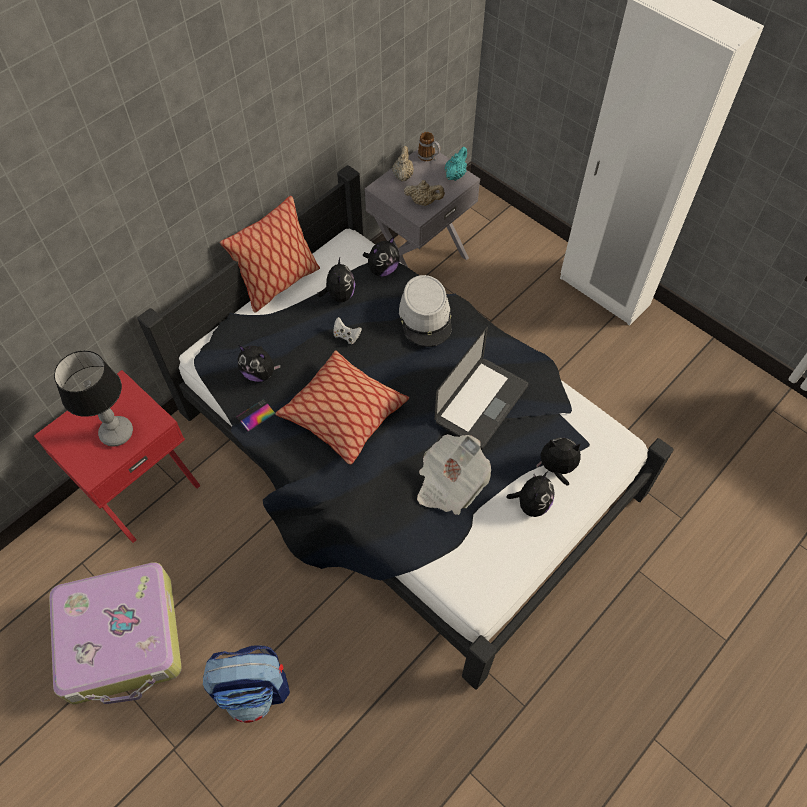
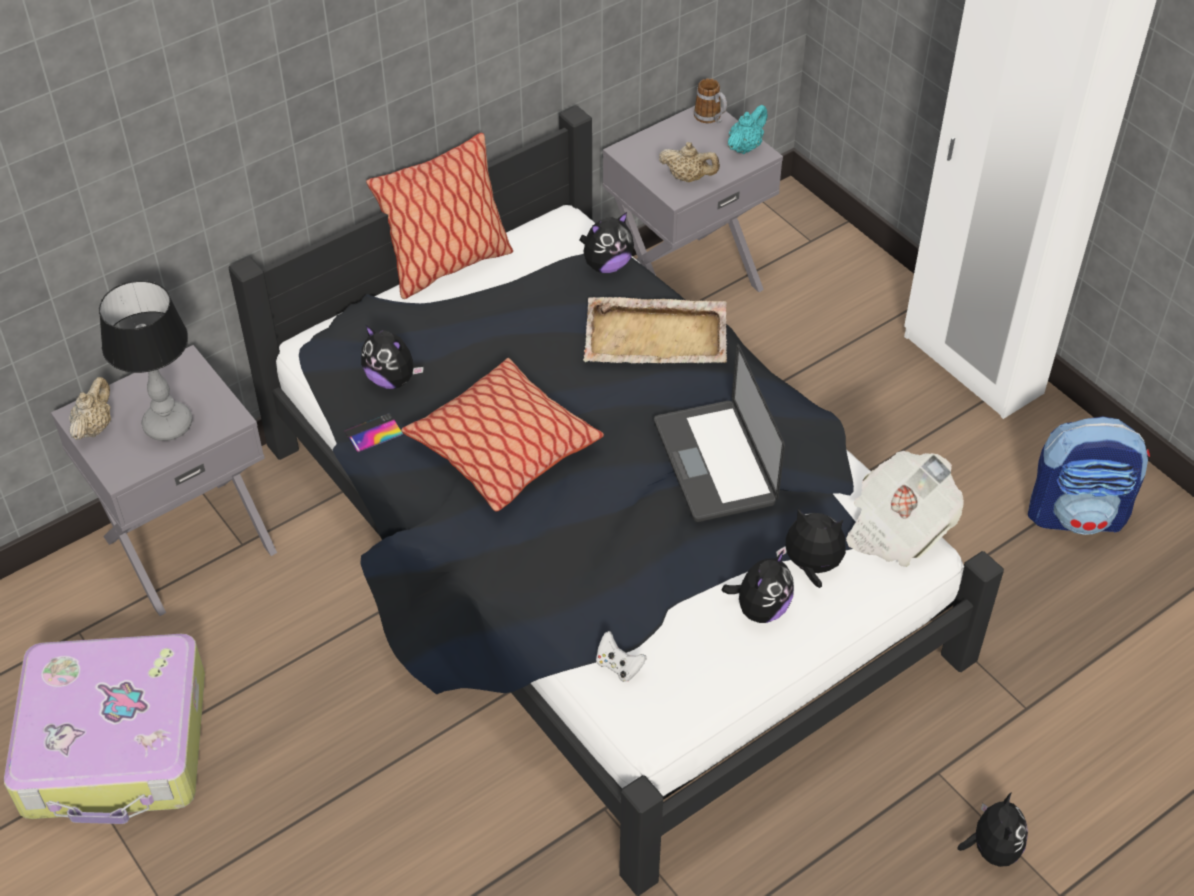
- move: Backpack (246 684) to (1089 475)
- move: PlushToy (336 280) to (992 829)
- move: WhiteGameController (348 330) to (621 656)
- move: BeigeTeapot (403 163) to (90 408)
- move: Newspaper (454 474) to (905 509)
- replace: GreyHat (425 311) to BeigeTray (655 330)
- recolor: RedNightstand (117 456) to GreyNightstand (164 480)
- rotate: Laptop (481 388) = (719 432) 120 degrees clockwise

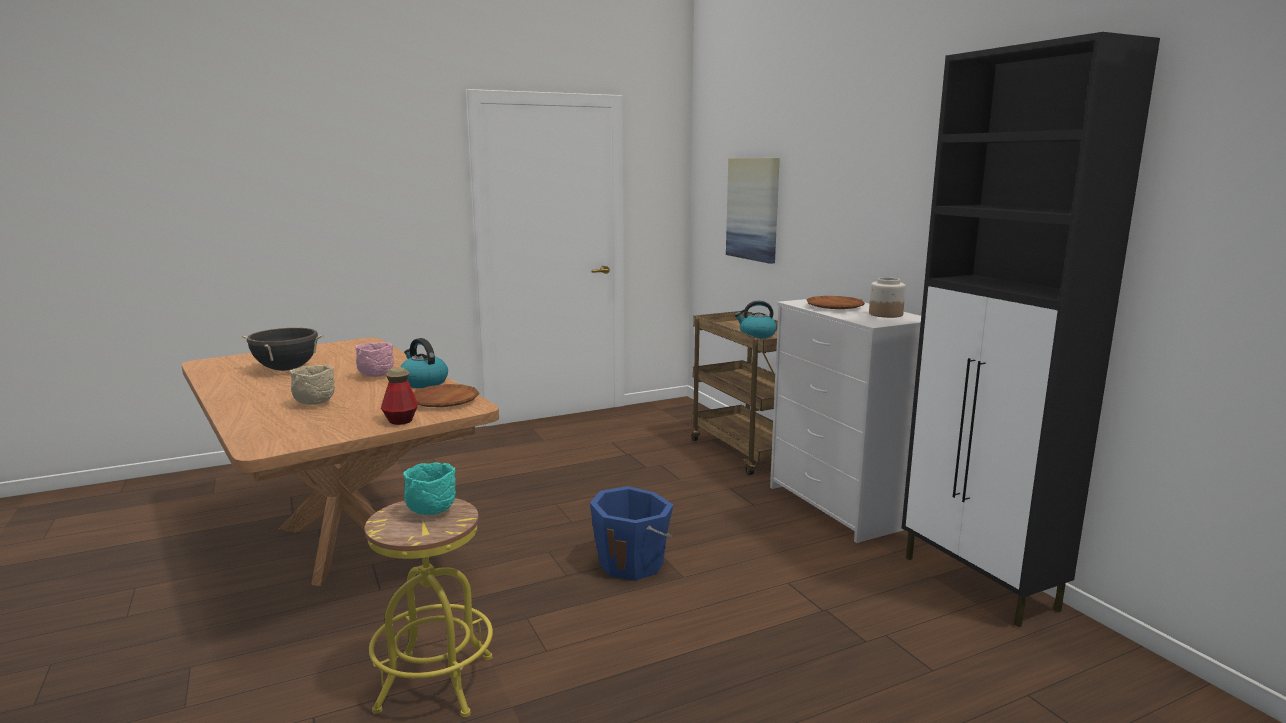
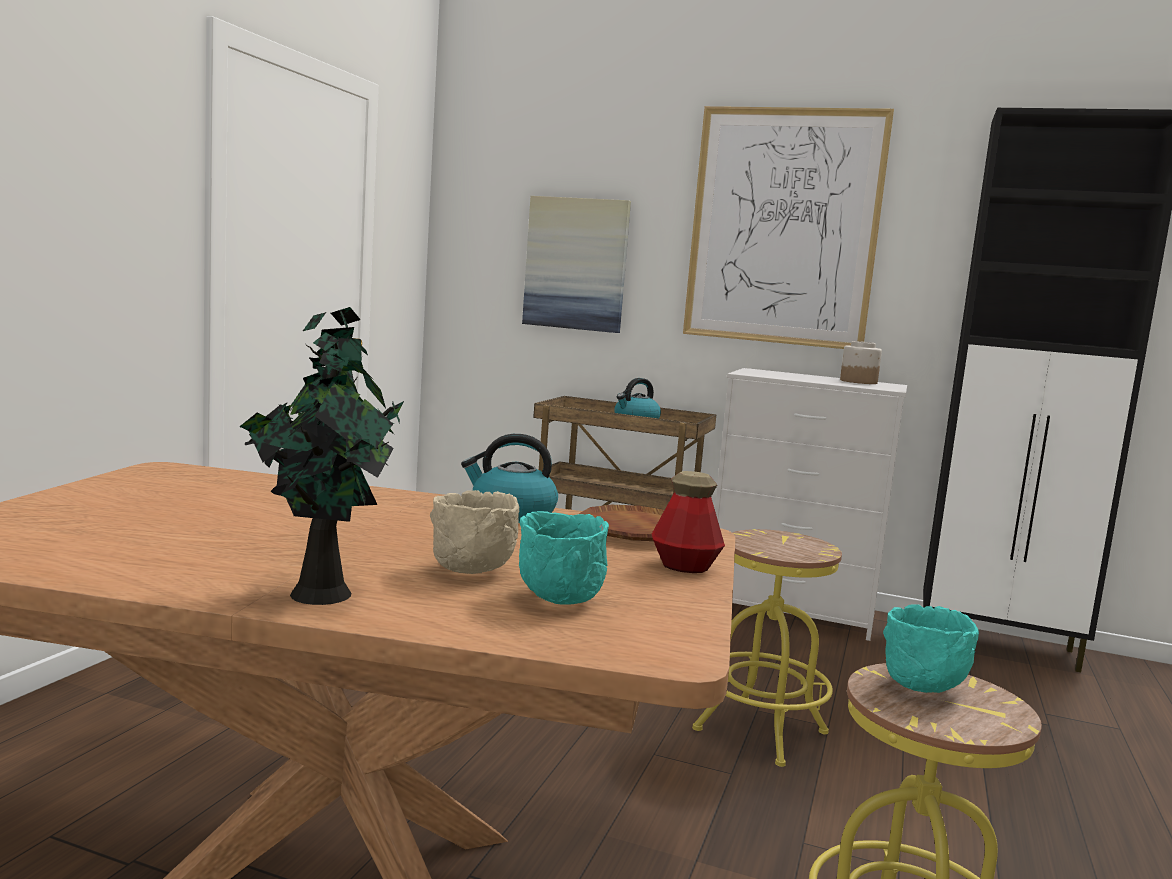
- delete: BlackCookingPot (283 349)
- delete: PinkBowl (374 359)
- delete: BrownPlate (836 302)
- insert: PottedPlant (321 456)
- insert: TurquoiseBowl (564 558)
- insert: Picture (788 227)
- replace: BlueBucket (631 533) to YellowStool (767 648)

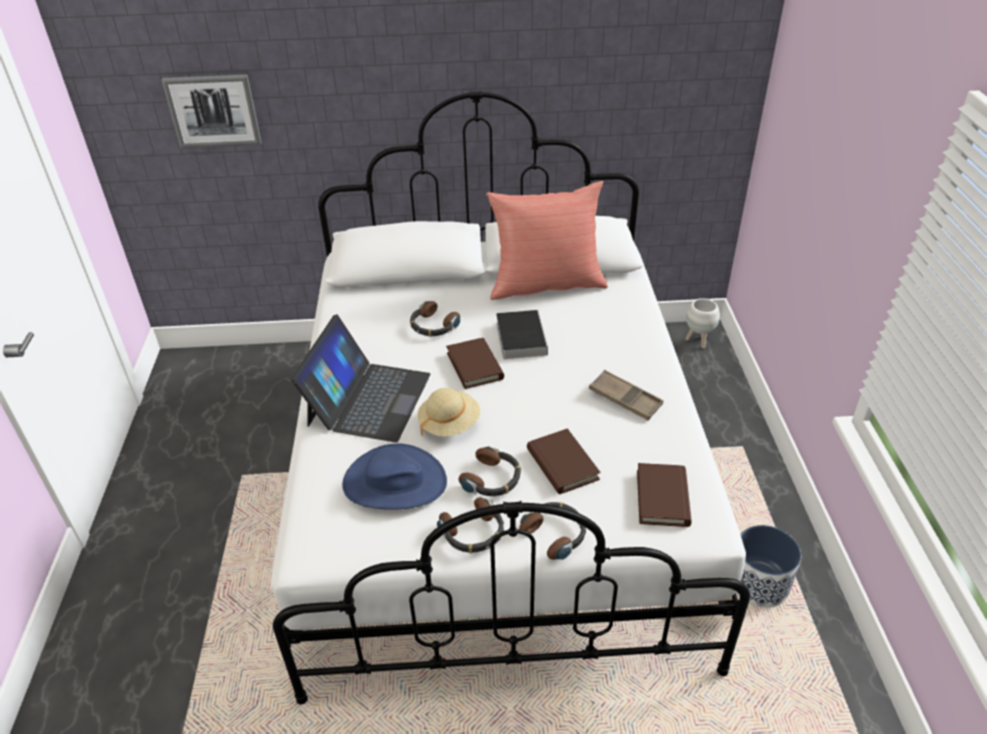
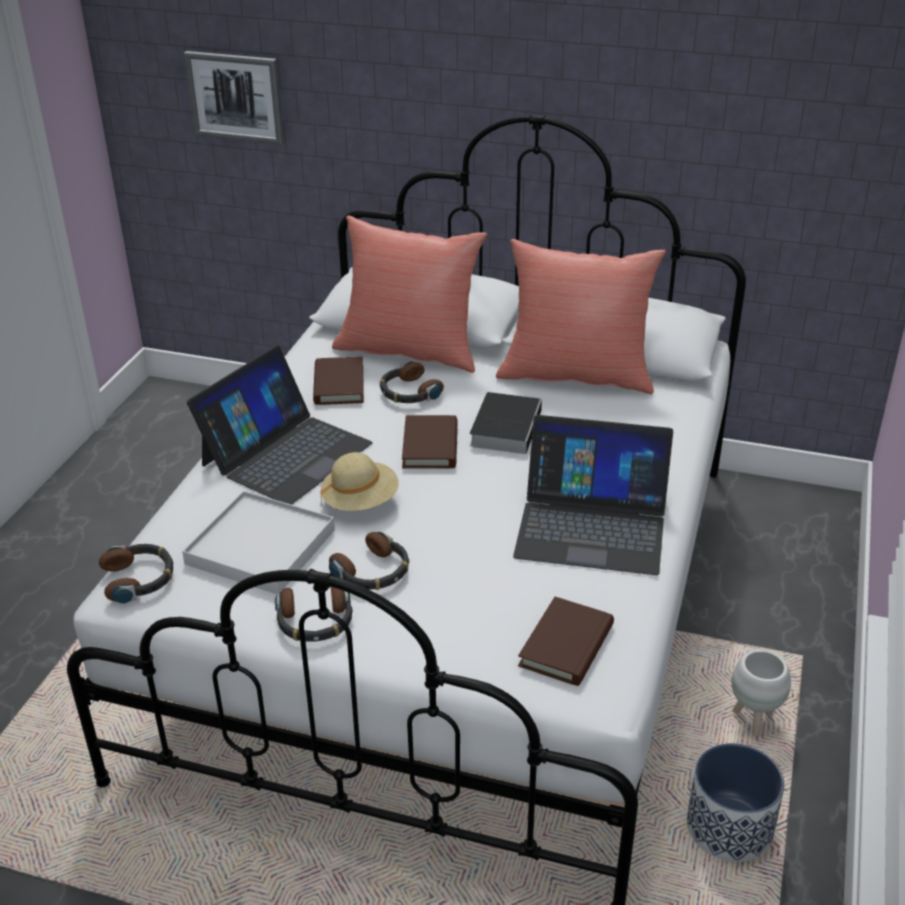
- insert: RedPillow (409 294)
- move: Headphones (552 531) to (136 574)
- move: BrownBook (564 461) to (338 380)
- move: WhitePlanter (702 323) to (761 693)
- replace: BlueHat (394 477) to WhiteTray (258 543)
- replace: BrownTray (626 395) to Laptop (593 495)

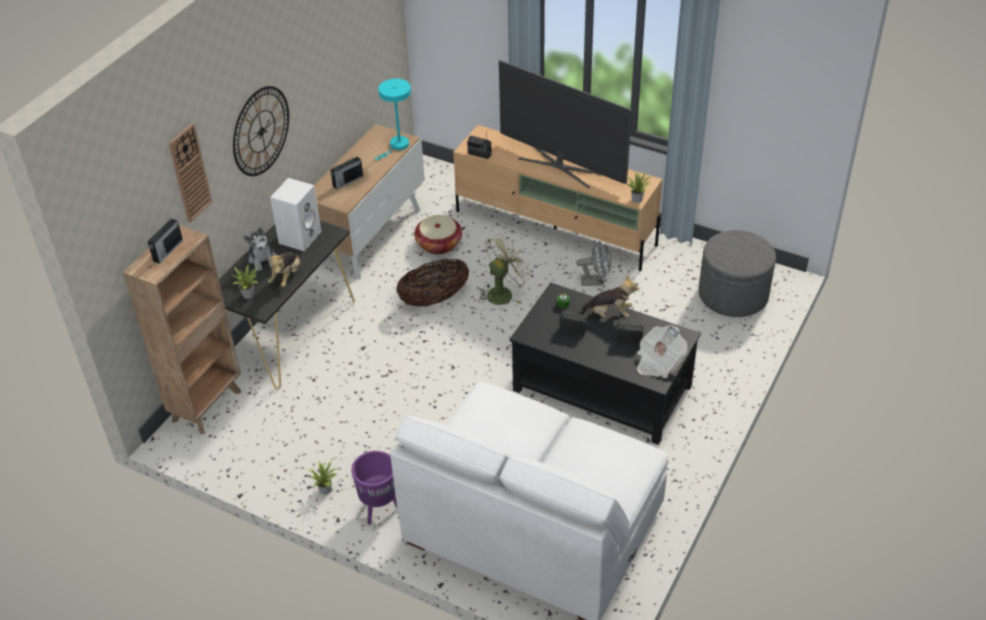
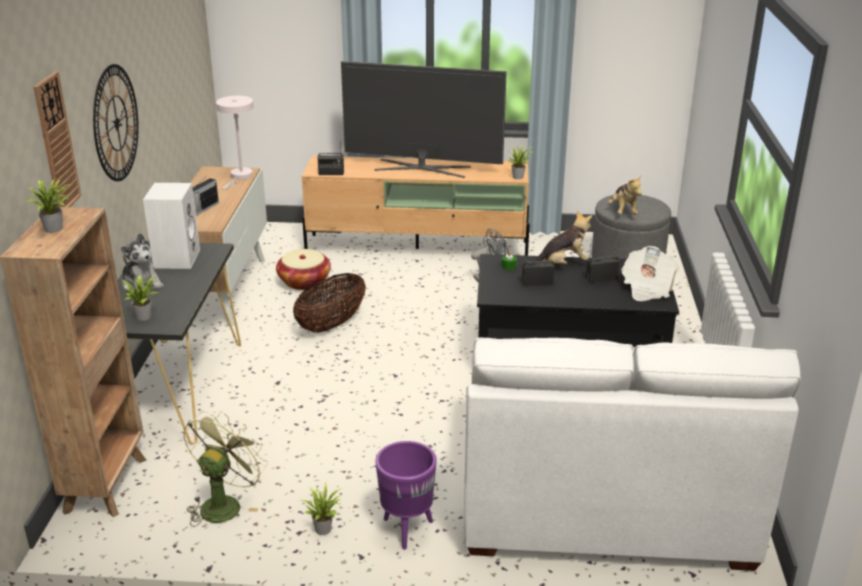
- move: PlushToy (284 269) to (625 195)
- move: GreenFan (505 269) to (225 469)
- replace: Radio (165 241) to PottedPlant (48 206)
- recolor: TurquoiseTableLamp (393 119) to WhiteTableLamp (235 142)

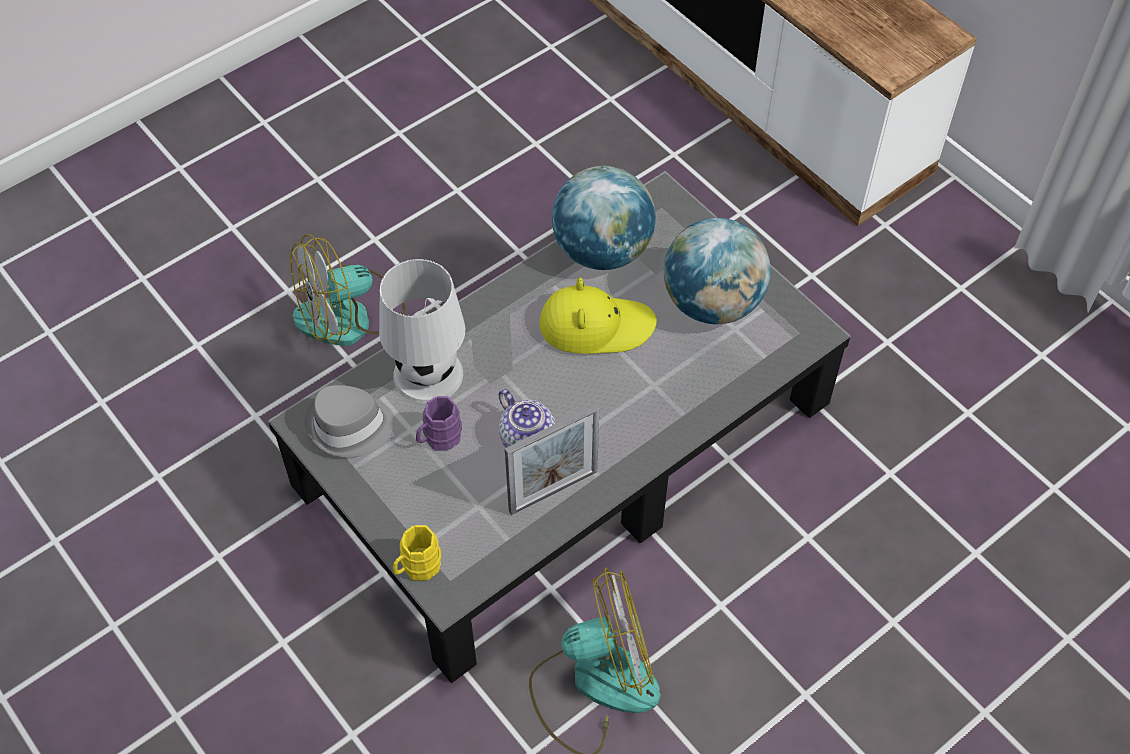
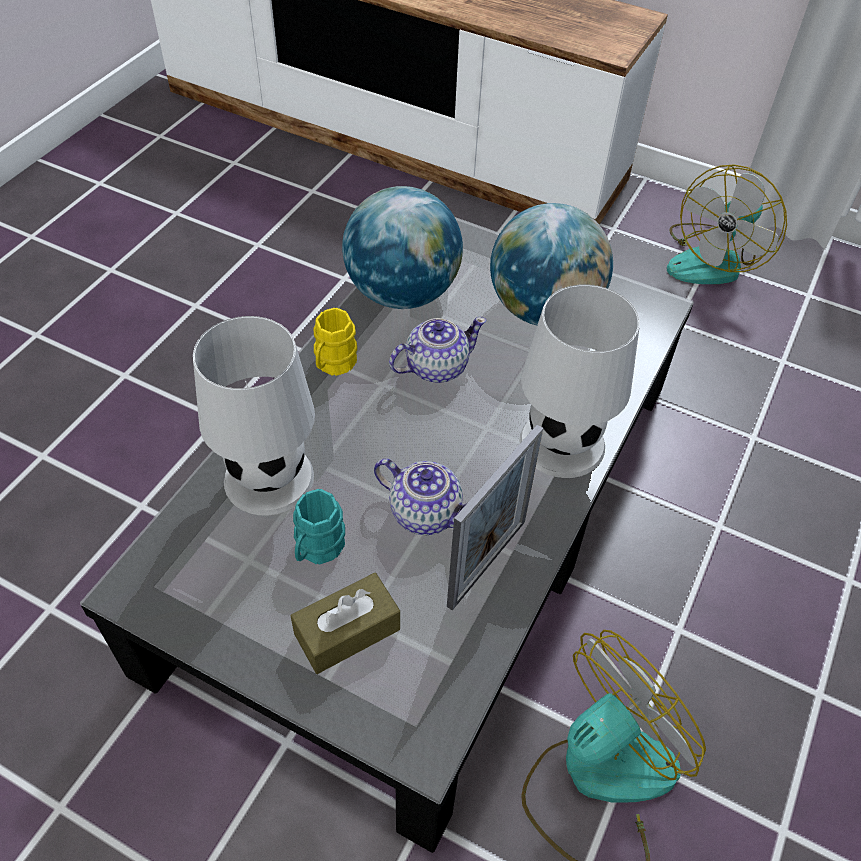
- delete: GreyHat (350 421)
- insert: BrownTissueBox (345 623)
- insert: WhiteTableLamp (579 381)
- move: Fan (348 290) to (727 224)
- move: YellowMug (417 553) to (335 342)
- replace: YellowHat (598 316) to Teapot (437 350)
- recolor: PurpleMug (439 423) to TurquoiseMug (319 526)

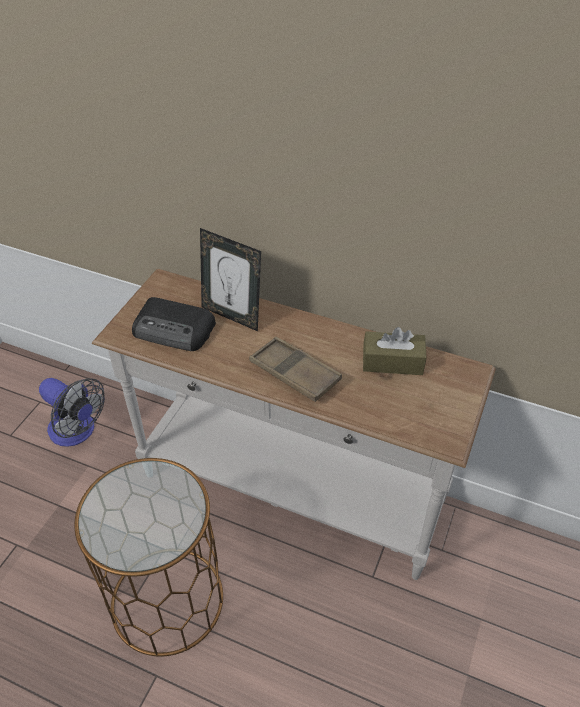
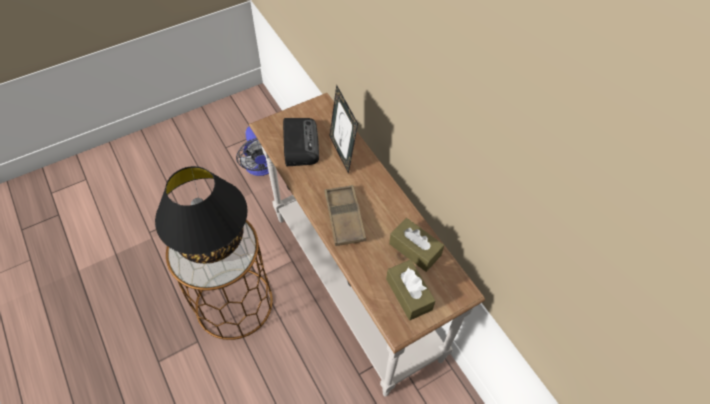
- insert: BlackTableLamp (201 215)
- insert: BrownTissueBox (410 290)
- rotate: Radio (174 324) = (301 142) 150 degrees counterclockwise

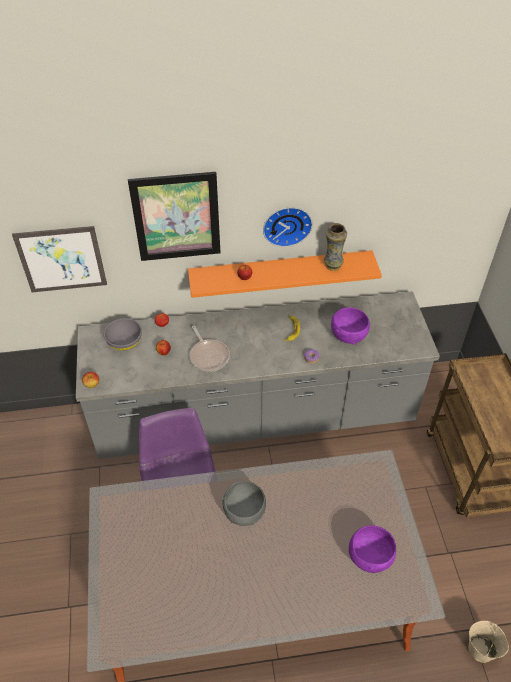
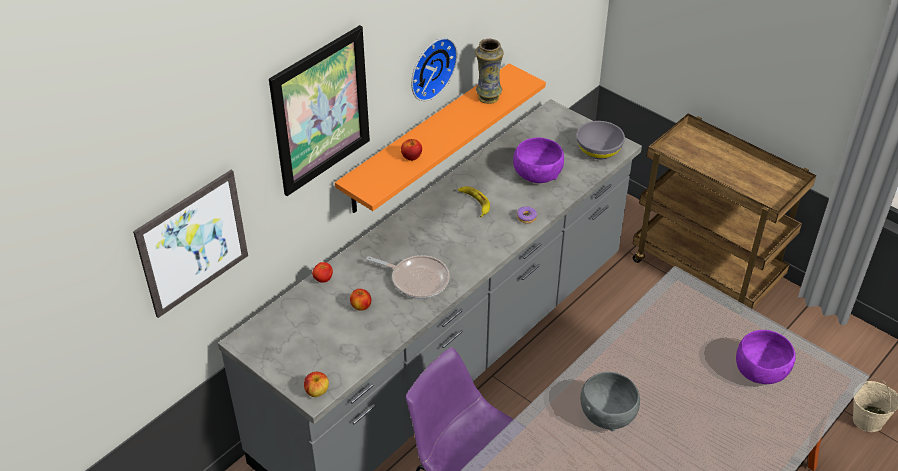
- move: GreyBowl (123 334) to (601 140)

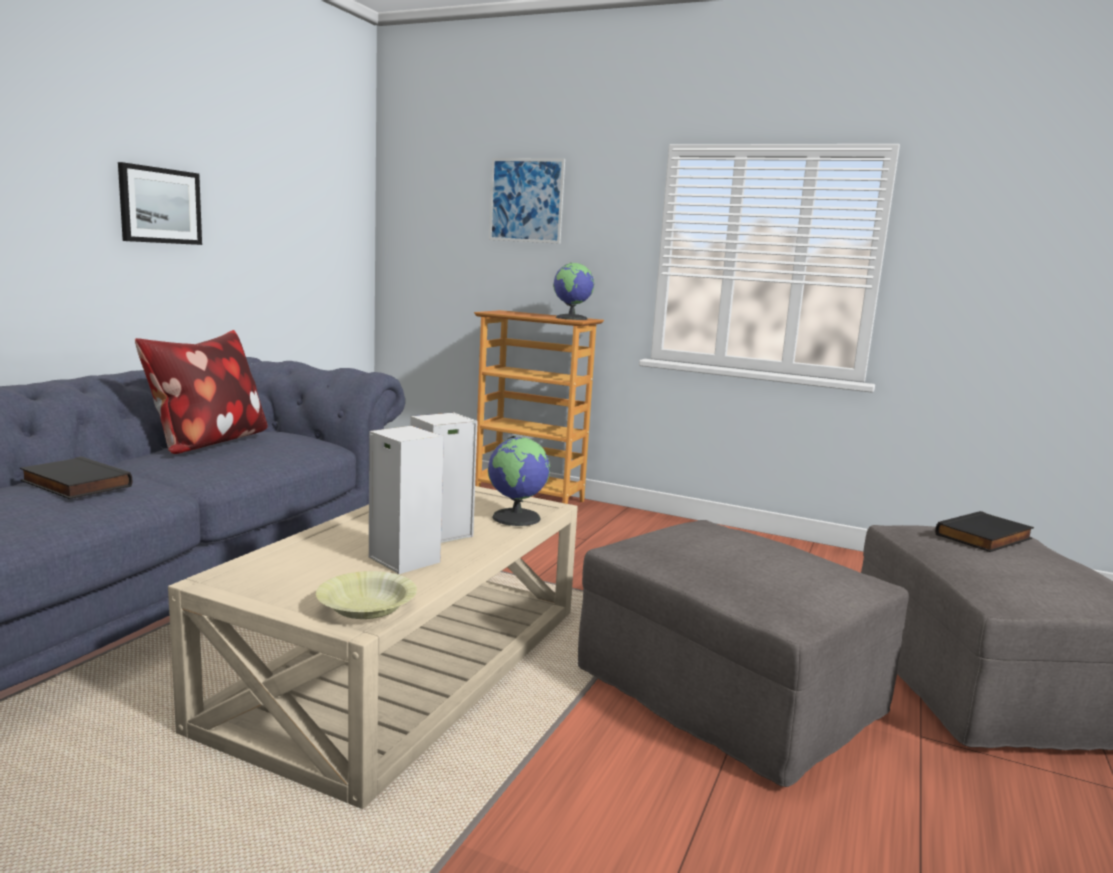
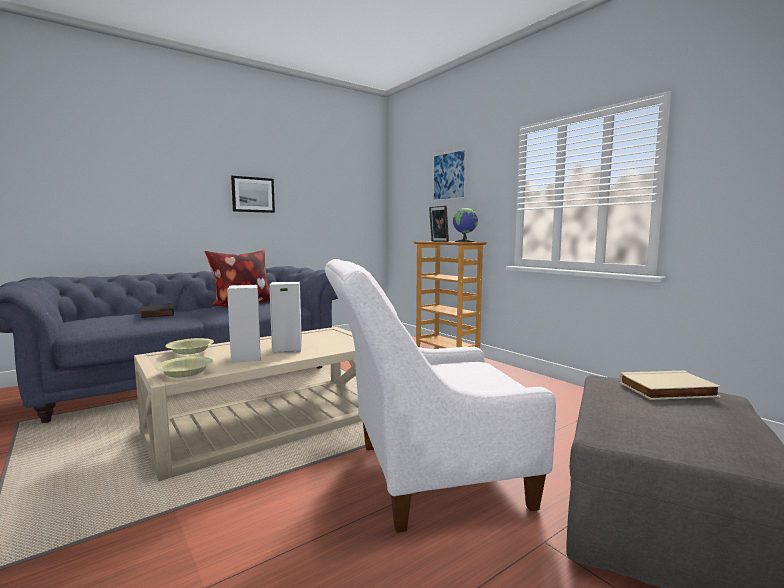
- delete: Globe (519 480)
- insert: YellowBowl (189 346)
- insert: PictureFrame (439 224)
- replace: GreyOttoman (743 653) to WhiteArmchair (440 396)
- recolor: BlackBook (984 531) to BeigeBook (670 385)

